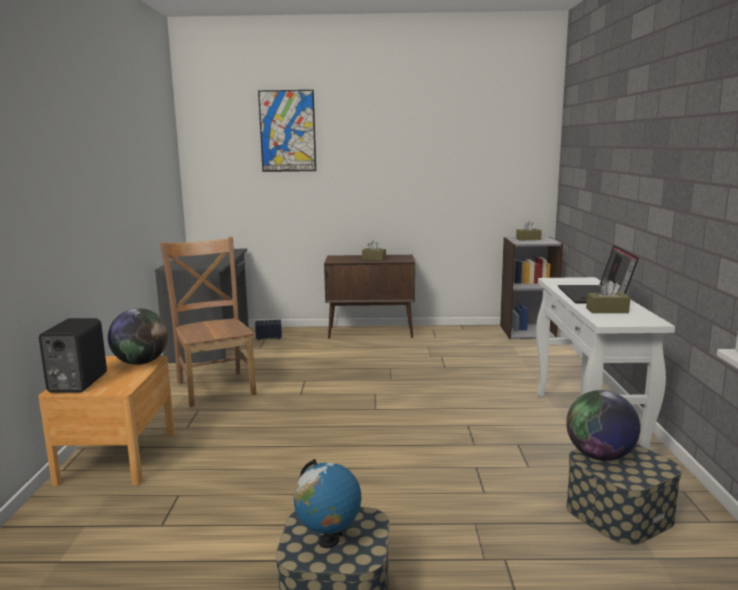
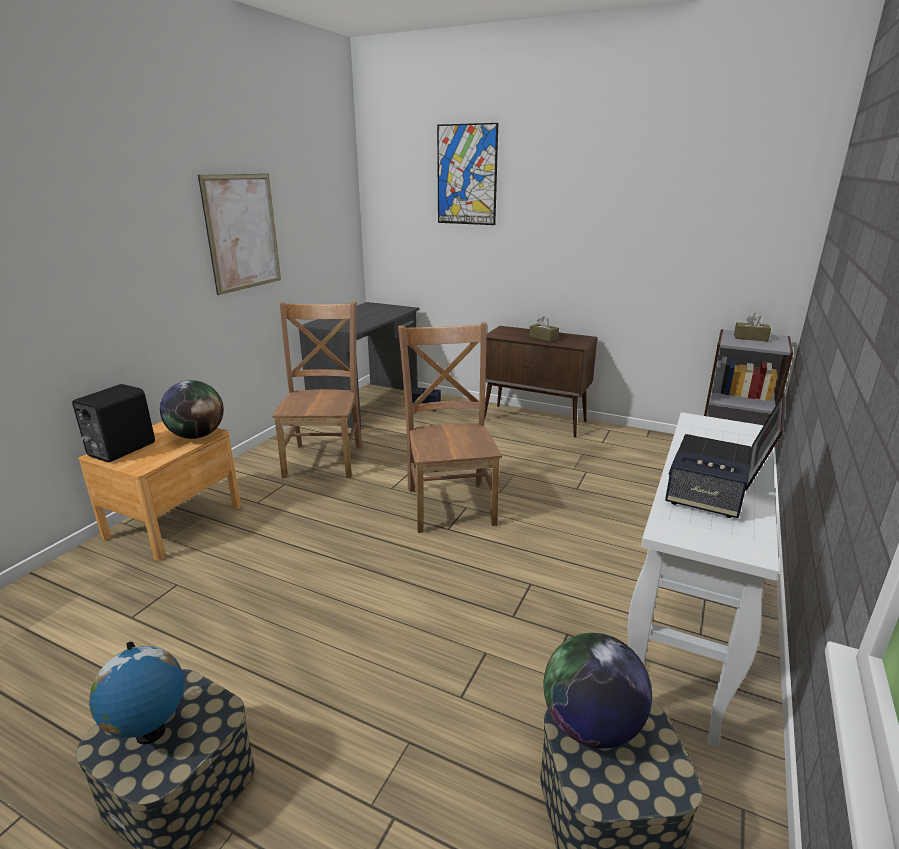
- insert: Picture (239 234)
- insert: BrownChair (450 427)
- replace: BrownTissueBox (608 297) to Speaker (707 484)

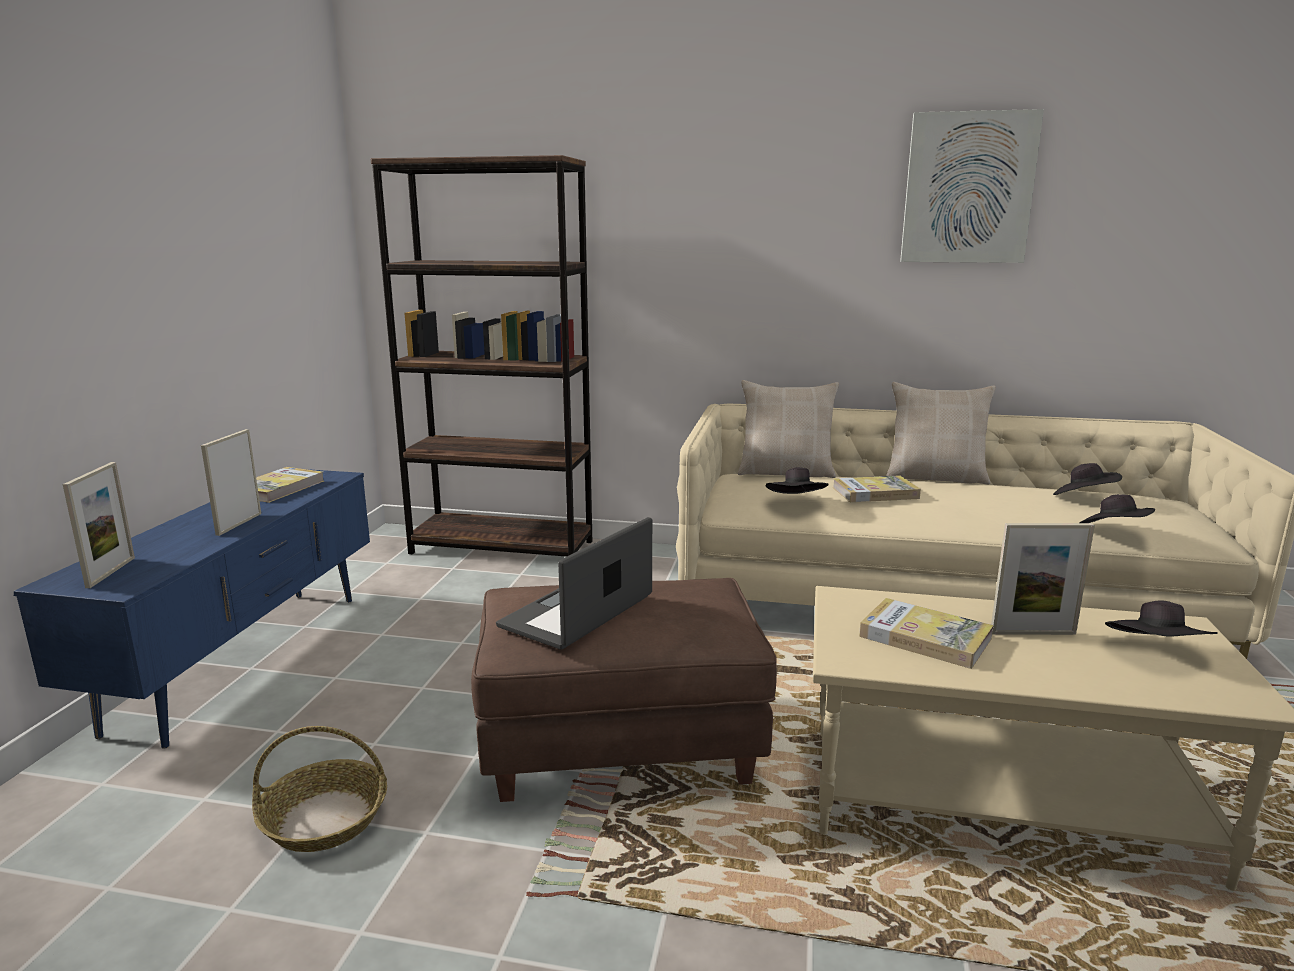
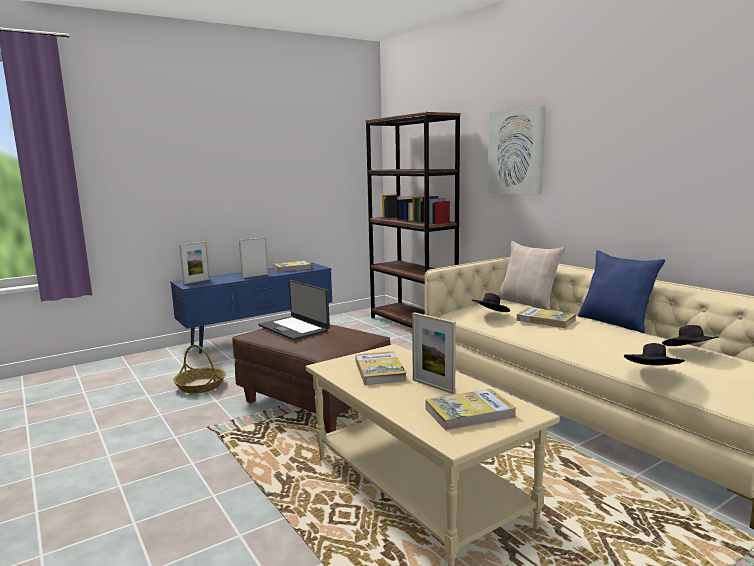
- move: Picture (972 186) to (517 150)
- replace: BlackHat (1161 618) to Book (470 410)
- recolor: BeigePillow (941 433) to BluePillow (621 291)
- rotate: Laptop (574 583) = (294 310) 120 degrees counterclockwise

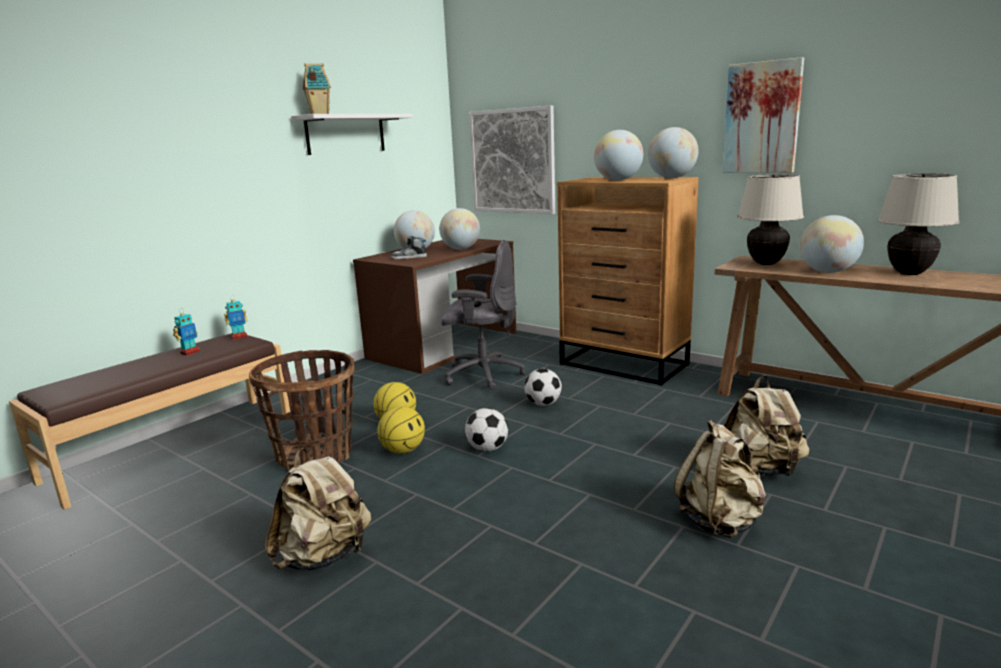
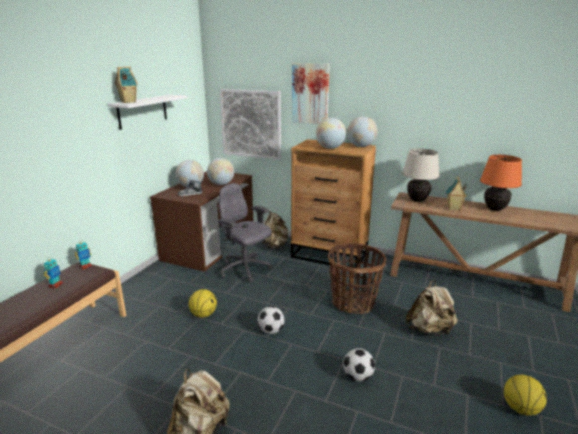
- move: Basket (301 409) to (357 278)
- move: Basketball (401 430) to (525 395)
- move: Football (543 387) to (359 365)
- move: BeigeBackpack (720 479) to (275 230)
- move: Picture (763 115) to (311 93)
- replace: Globe (832 244) to ToyHouse (456 194)
- recolor: BeigeTableLamp (919 224) to OrangeTableLamp (501 183)
- rotate: GreyOfficeChair (483 315) = (245 233) 135 degrees counterclockwise

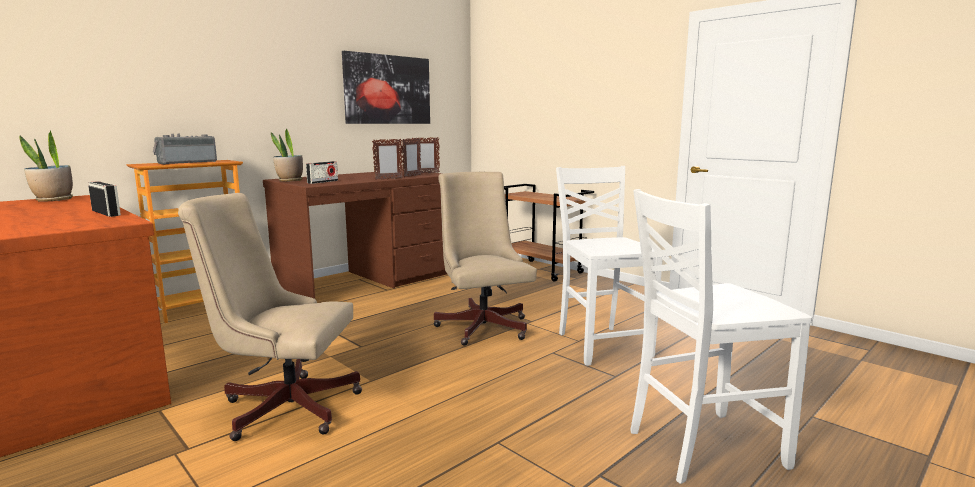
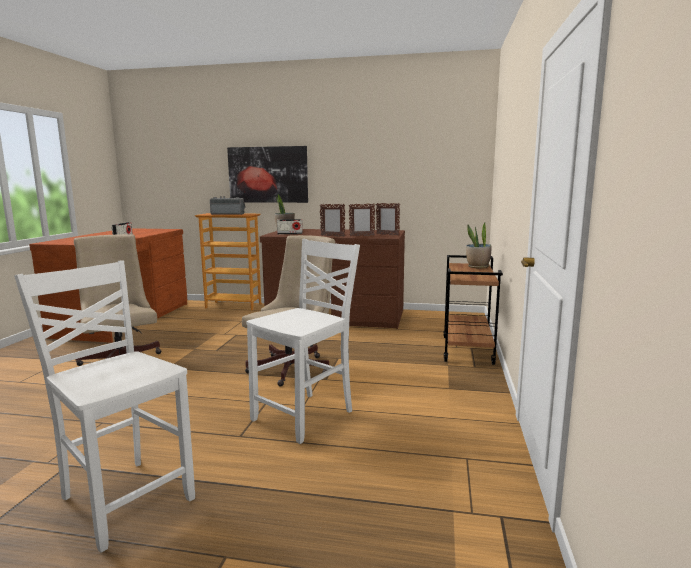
- move: PottedPlant (46 166) to (479 246)
- move: Picture (386 87) to (267 174)

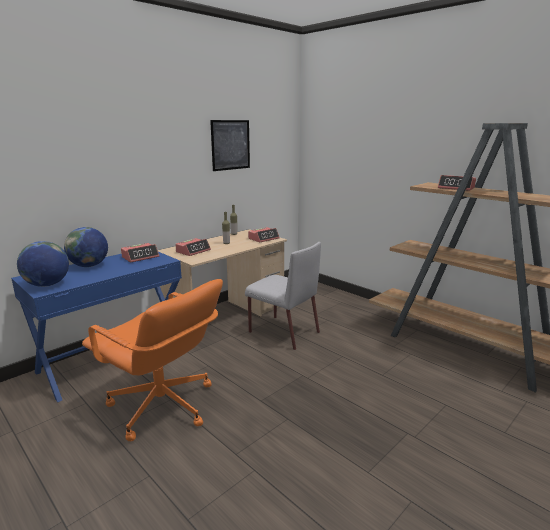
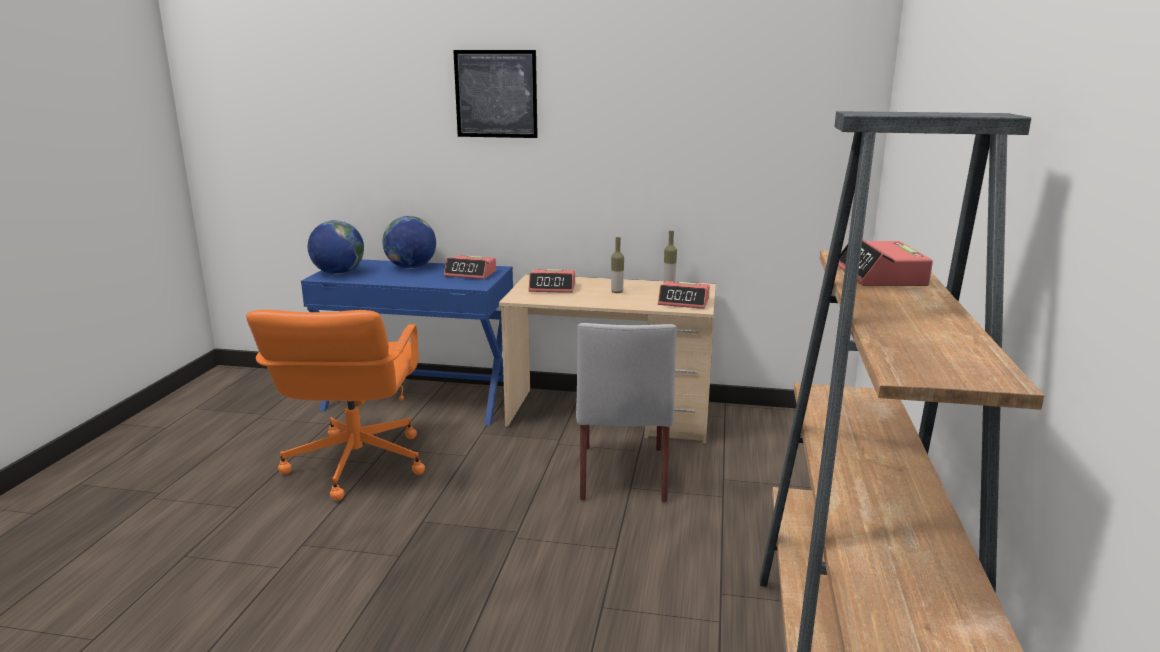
- move: Picture (230 145) to (495 94)

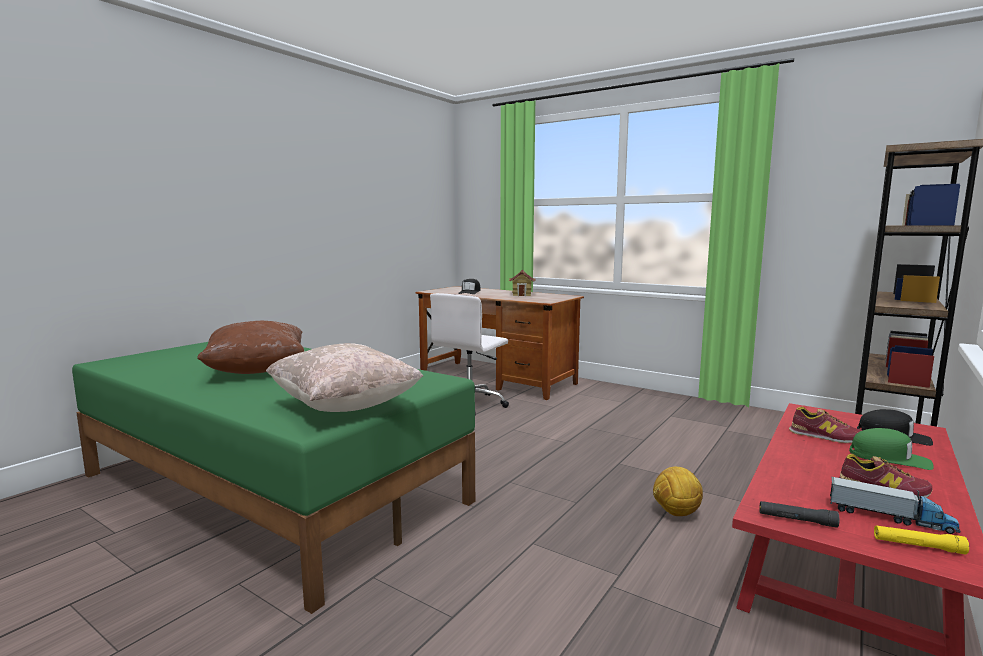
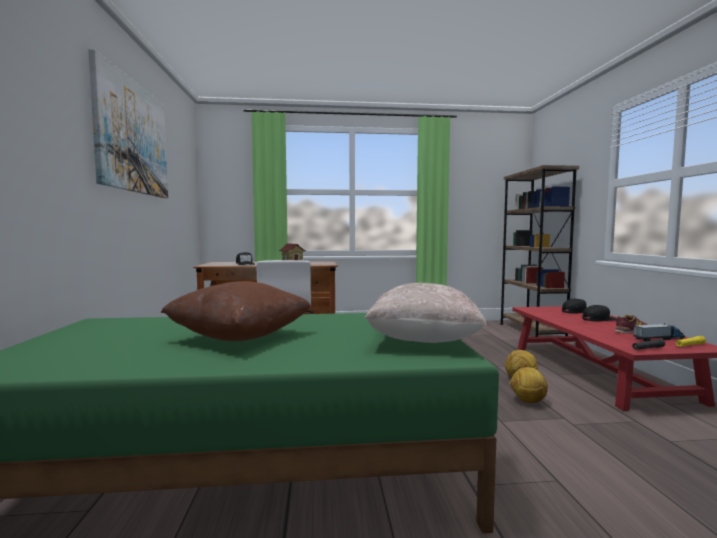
- delete: Shoe (826 425)
- insert: Picture (128 123)
- insert: Football (529 385)
- recolor: GreenCap (891 449) to BlackCap (599 313)

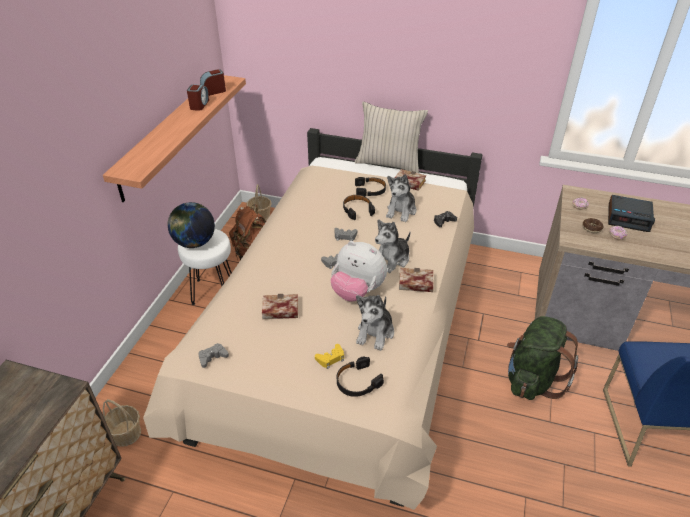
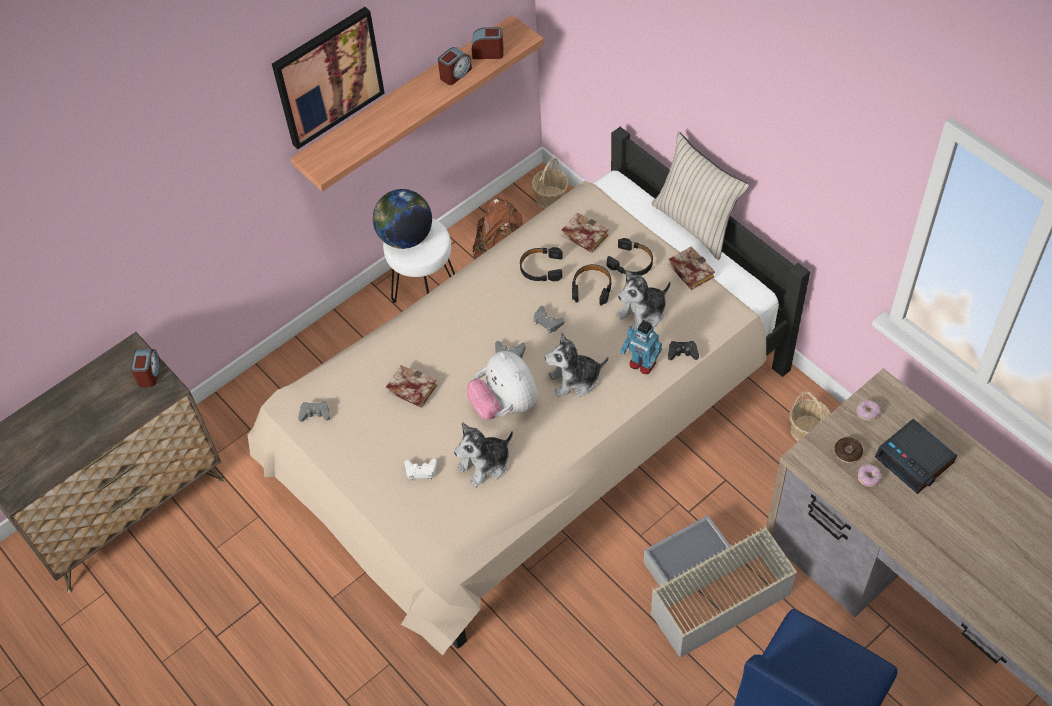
- insert: AlarmClock (145 368)
- insert: Picture (328 78)
- insert: ToyRobot (641 347)
- move: Basket (122 423) to (810 416)
- move: BlackHeadphones (360 376) to (541 264)
- move: Book (416 280) to (584 232)
- replace: GreenBackpack (542 358) to GreyStorageBox (720 586)
- recolor: YellowGameController (329 356) to WhiteGameController (420 470)

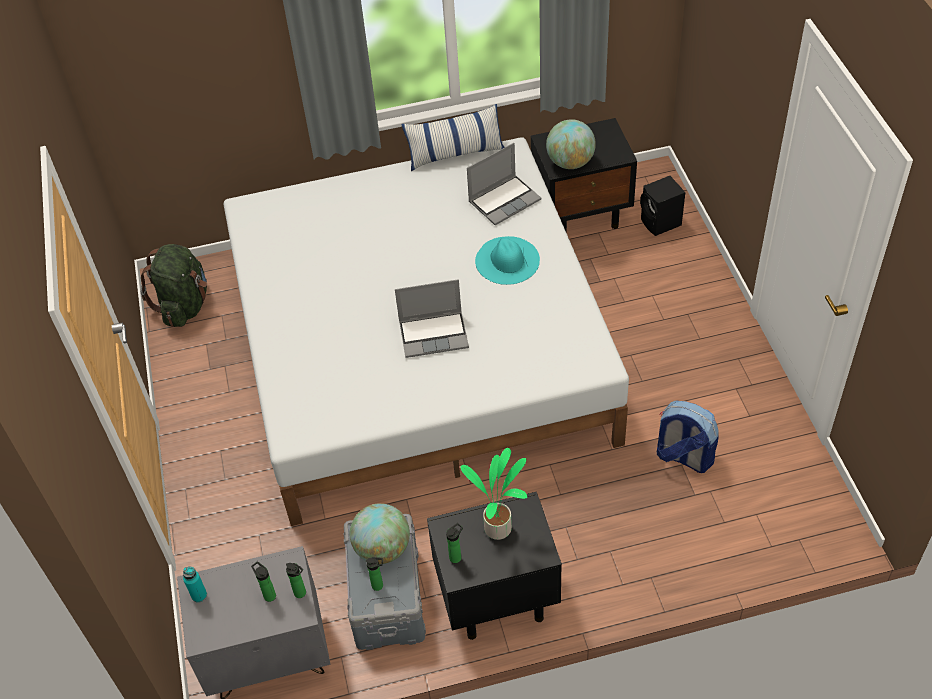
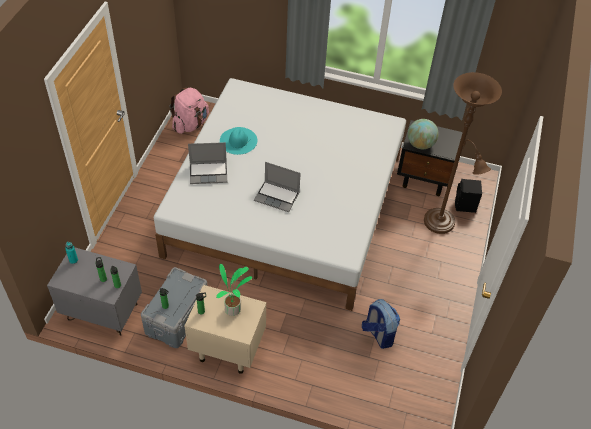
- delete: Globe (380 533)
- delete: Pillow (453 137)
- insert: BrownFloorLamp (463 153)
- move: Laptop (504 184) to (207 163)
- move: TurquoiseHat (507 260) to (238 141)
- recolor: GreenBackpack (174 285) to PinkBackpack (189 110)
- recolor: BlackNightstand (494 566) to BeigeNightstand (225 329)

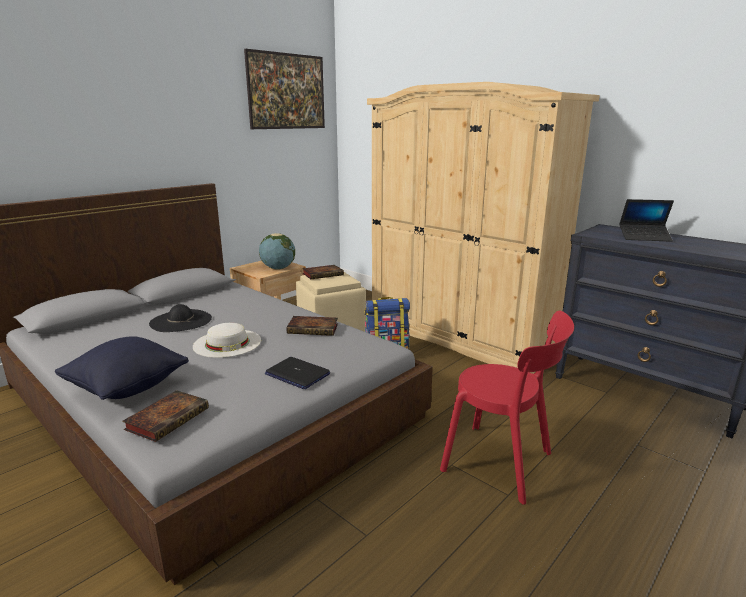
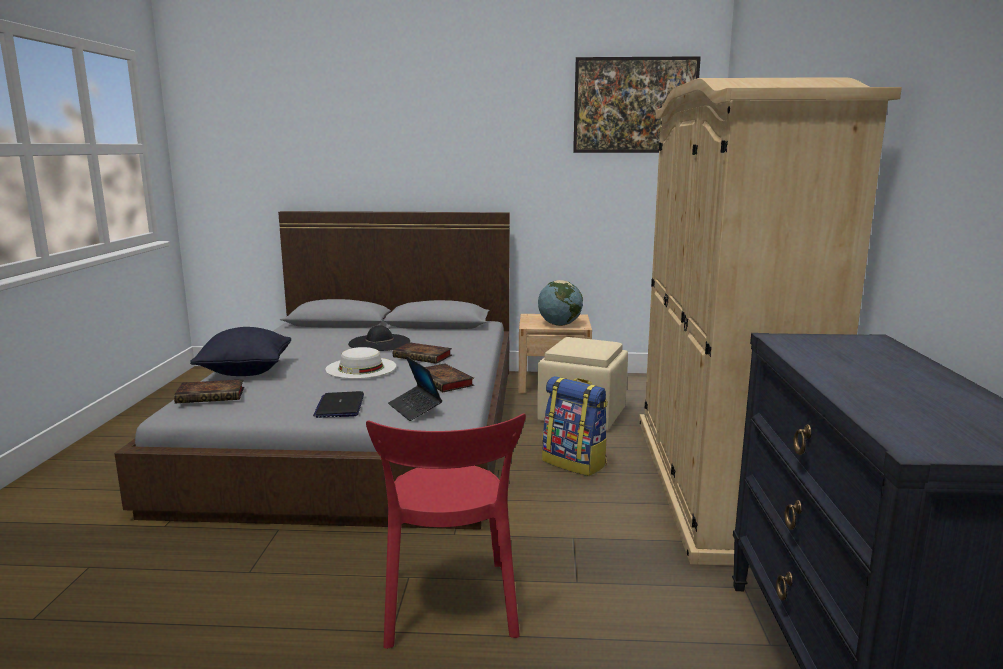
- move: Book (323 272) to (422 353)
- move: Laptop (646 220) to (415 388)

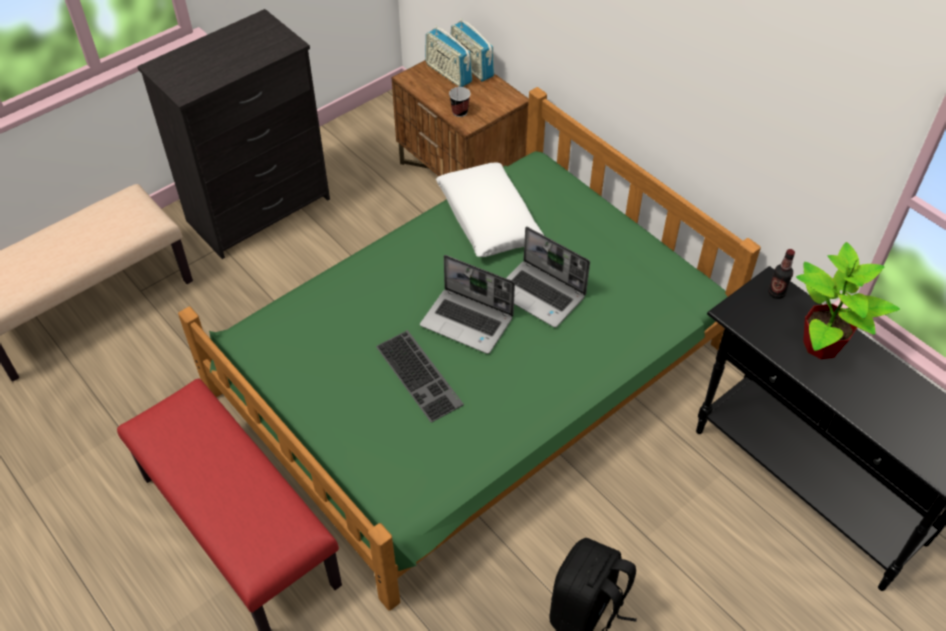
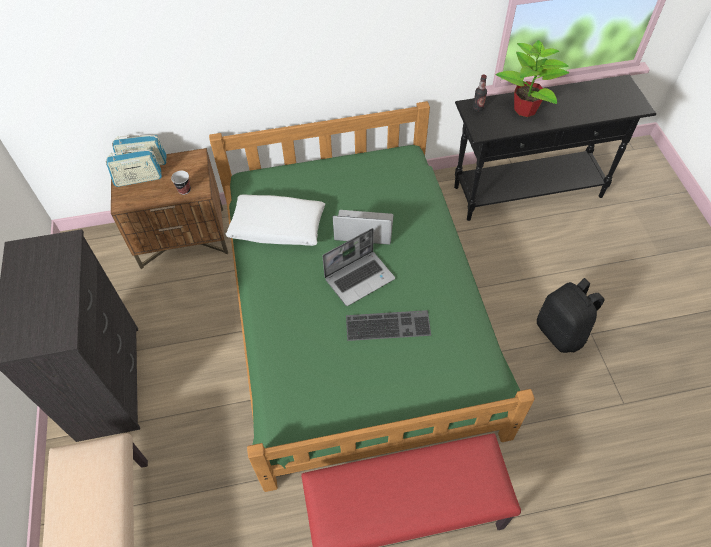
- rotate: Laptop (548 277) = (363 227) 150 degrees counterclockwise

